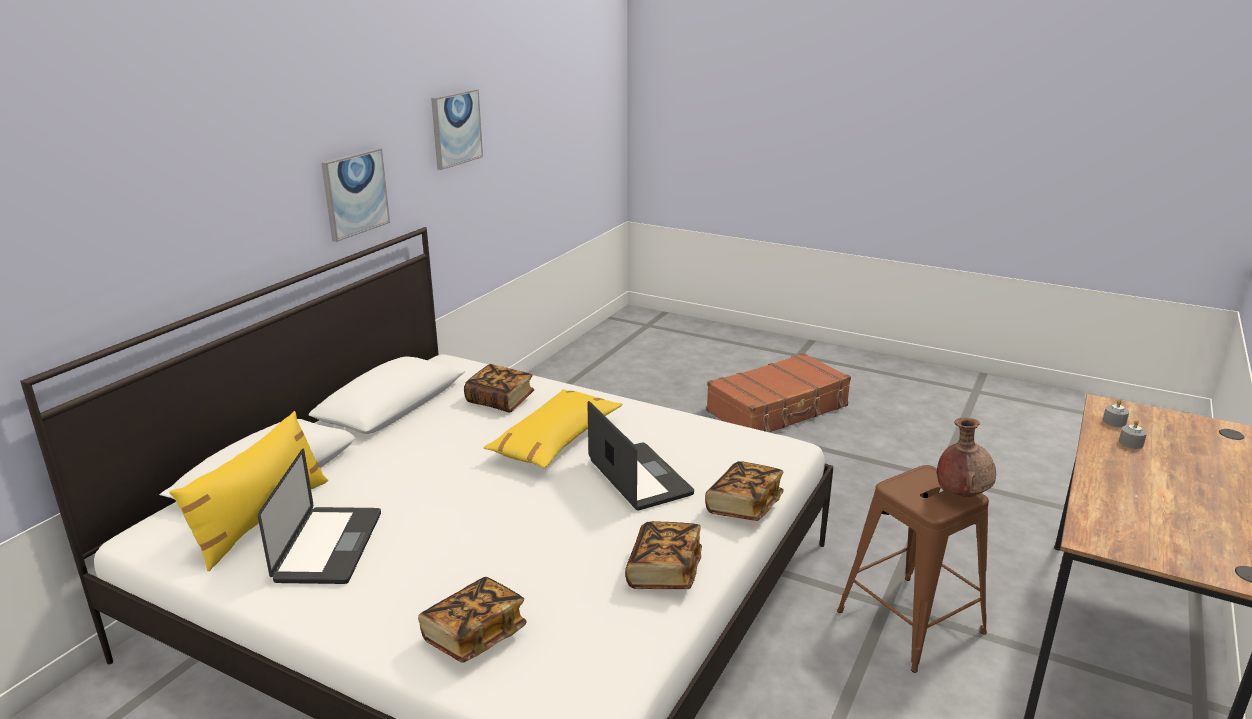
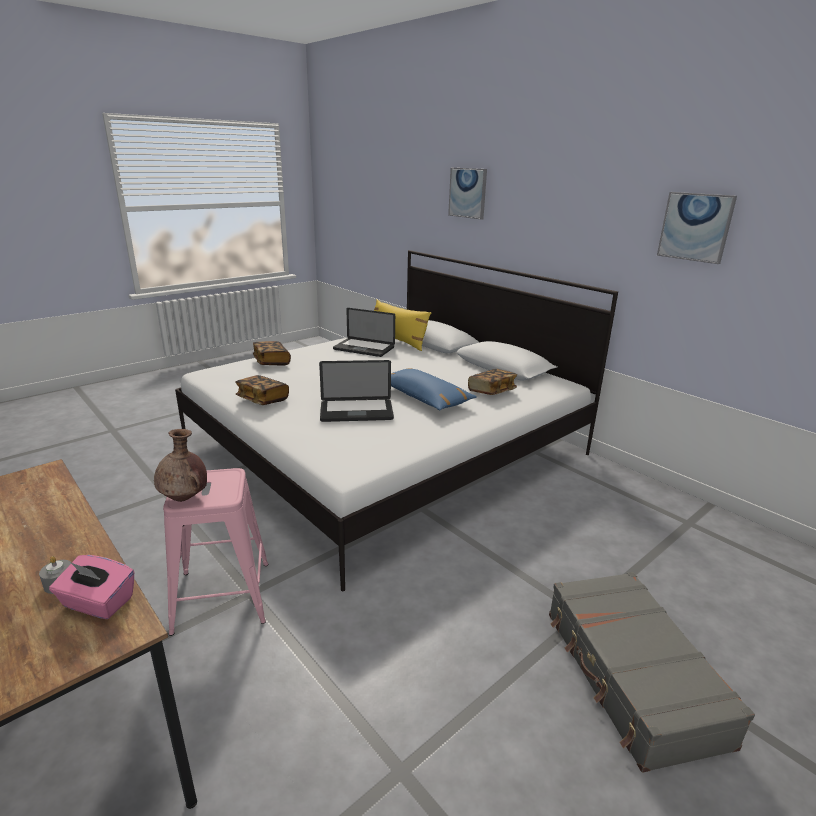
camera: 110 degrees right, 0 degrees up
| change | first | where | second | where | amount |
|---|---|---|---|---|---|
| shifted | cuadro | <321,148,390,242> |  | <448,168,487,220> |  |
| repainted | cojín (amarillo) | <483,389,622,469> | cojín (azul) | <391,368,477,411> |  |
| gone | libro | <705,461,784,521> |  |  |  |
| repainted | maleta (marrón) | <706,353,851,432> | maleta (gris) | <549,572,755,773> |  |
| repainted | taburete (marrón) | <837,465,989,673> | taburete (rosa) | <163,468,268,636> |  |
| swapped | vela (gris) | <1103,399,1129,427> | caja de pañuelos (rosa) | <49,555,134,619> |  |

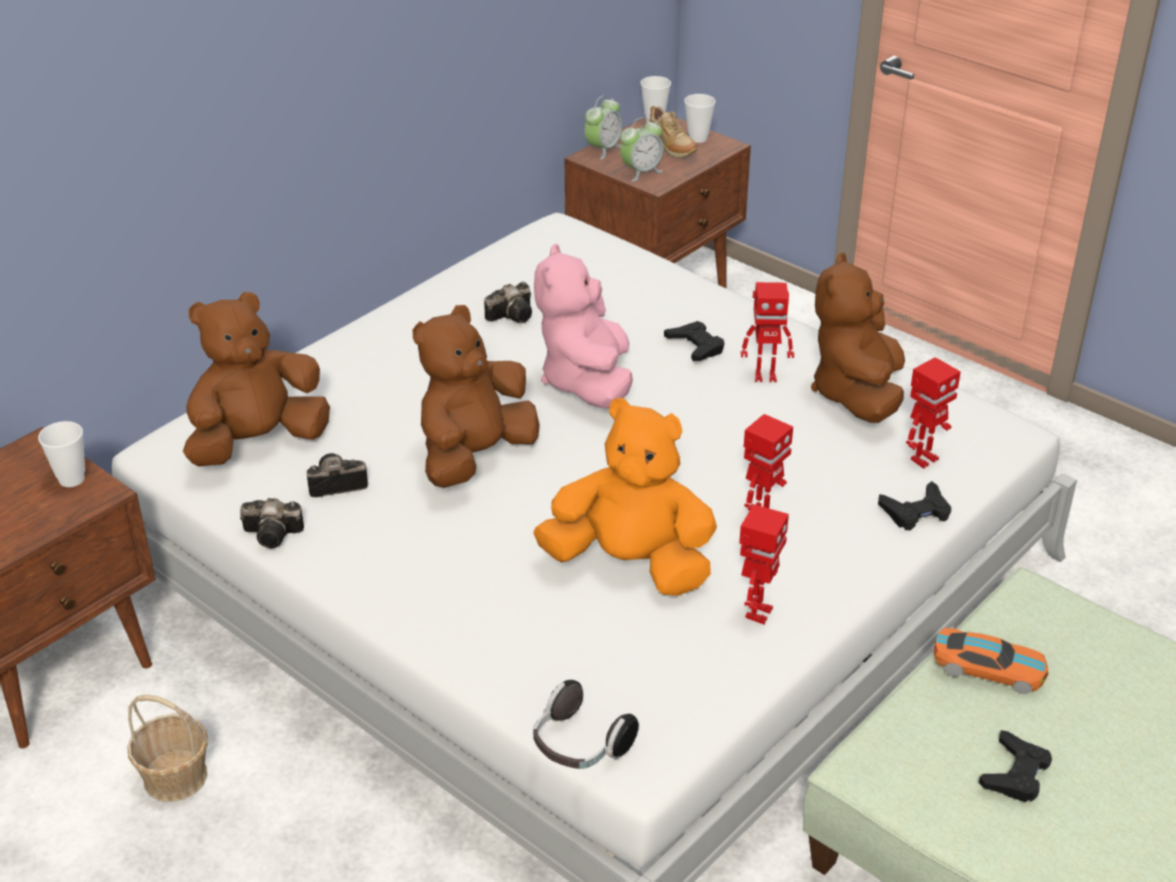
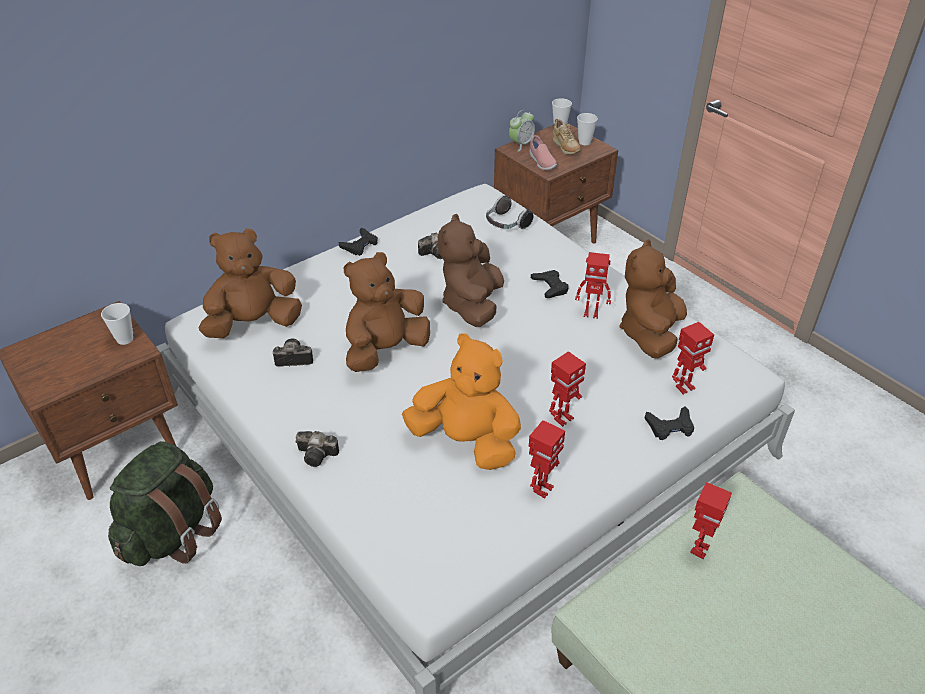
camera: 10 degrees right, 5 degrees up
| change | first | where | second | where | amount |
|---|---|---|---|---|---|
| swapped | cesta | <128,694,208,802> | mochila (verde) | <108,441,222,566> |  |
| shifted | cámara | <240,498,304,548> |  | <296,431,339,467> |  |
| shifted | auriculares | <533,680,639,769> |  | <486,195,534,230> |  |
| repainted | peluche (rosa) | <534,243,633,408> | peluche (marrón) | <438,214,504,327> |  |
| swapped | despertador | <620,117,663,182> | zapato (rosa) | <530,135,557,170> |  |
| swapped | coche de juguete | <934,628,1049,694> | robot de juguete | <690,482,732,560> |  |
| shifted | mando de consola (negro) | <979,730,1052,802> |  | <339,228,378,256> |  |

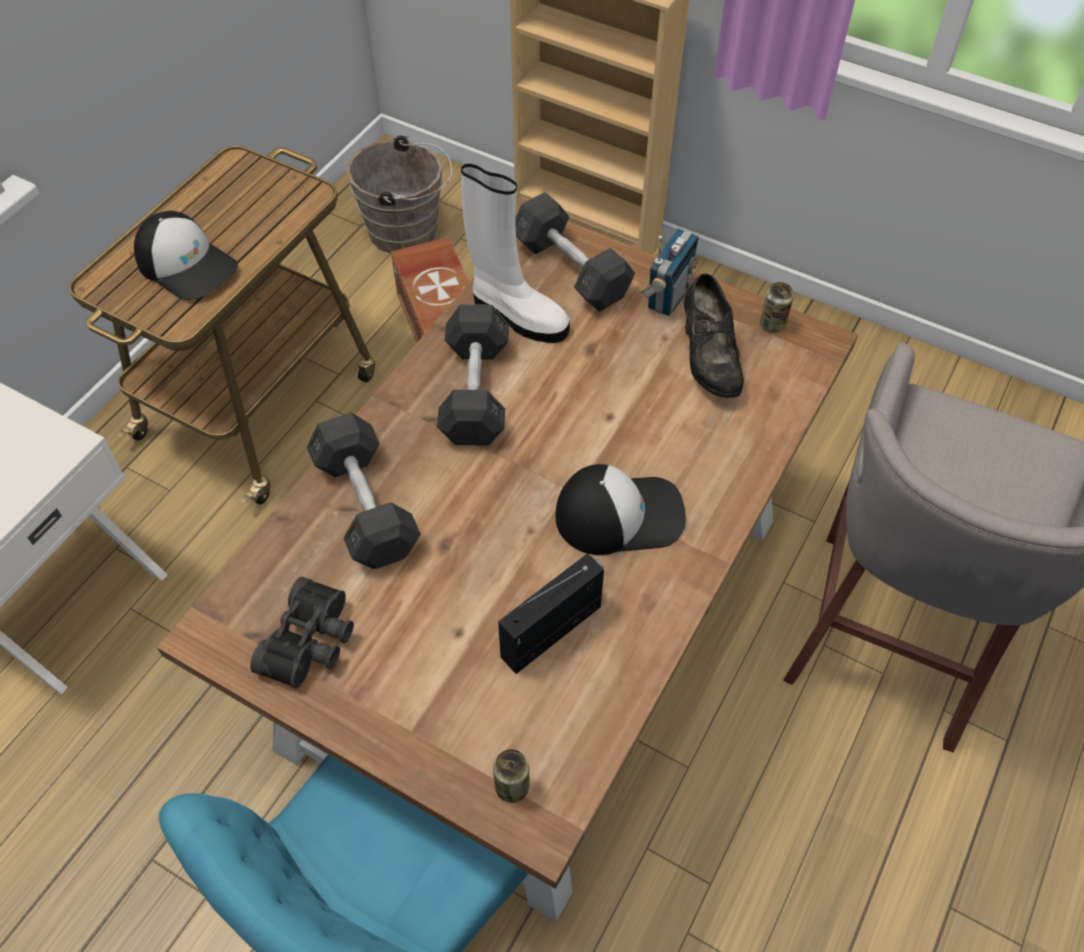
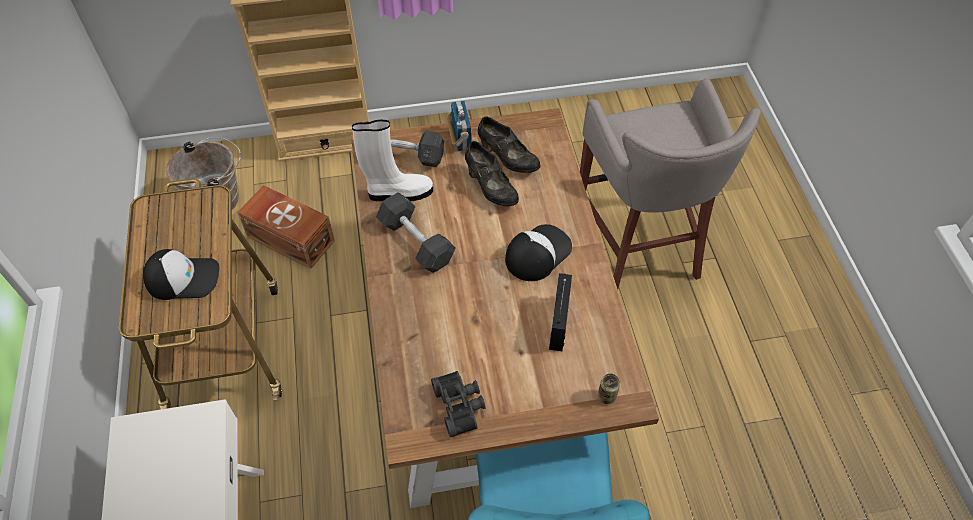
camera: 40 degrees left, 0 degrees up
| change | first | where | second | where | amount |
|---|---|---|---|---|---|
| gone | mancuerna (gris) | <307,412,421,569> |  |  |  |
| gone | lata | <760,282,794,333> |  |  |  |
| new |  |  | zapato (negro) | <465,141,519,206> |  |

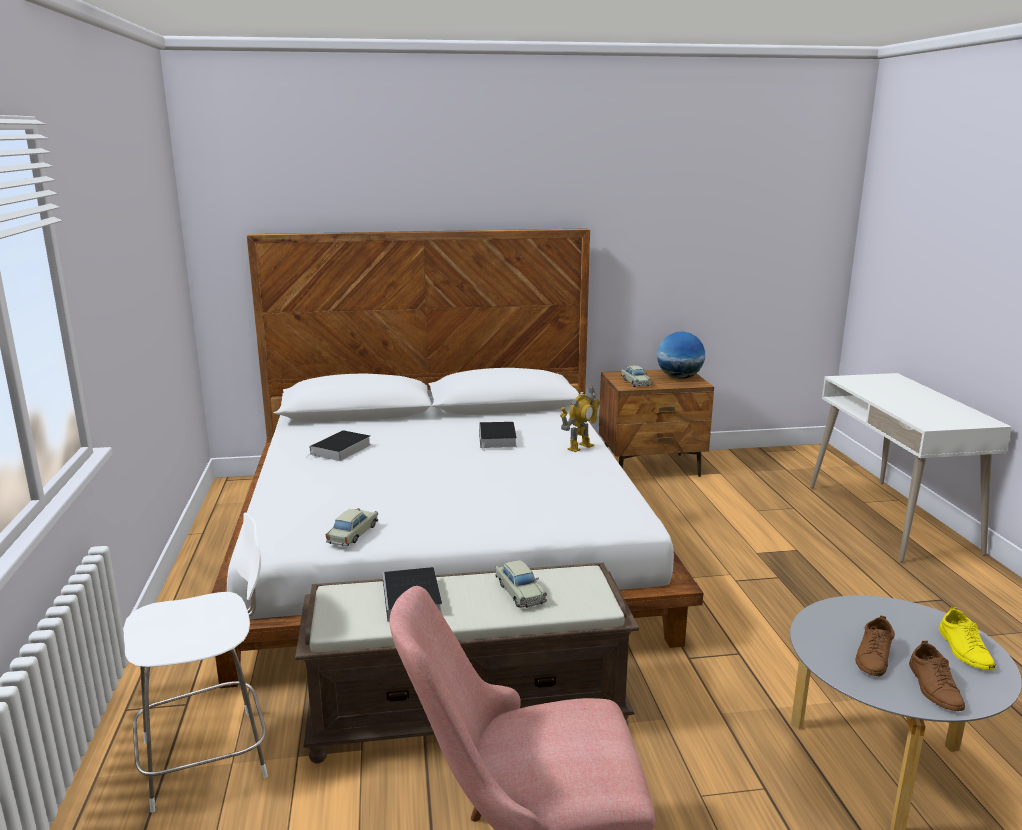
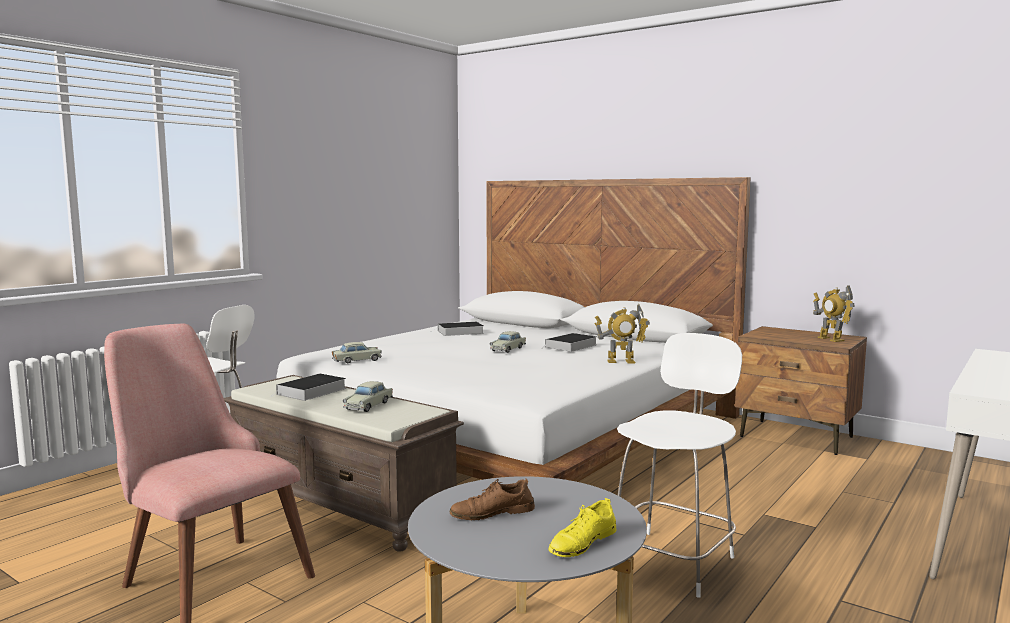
camera: 45 degrees right, 10 degrees down
| change | first | where | second | where | amount |
|---|---|---|---|---|---|
| shifted | coche de juguete (beis) | <621,365,651,387> |  | <490,331,526,353> |  |
| swapped | globo terráqueo | <657,332,705,379> | robot de juguete | <813,285,855,342> |  |
| gone | zapato (marrón) | <909,641,965,711> |  |  |  |
| new |  |  | taburete (blanco) | <617,333,742,598> |  |

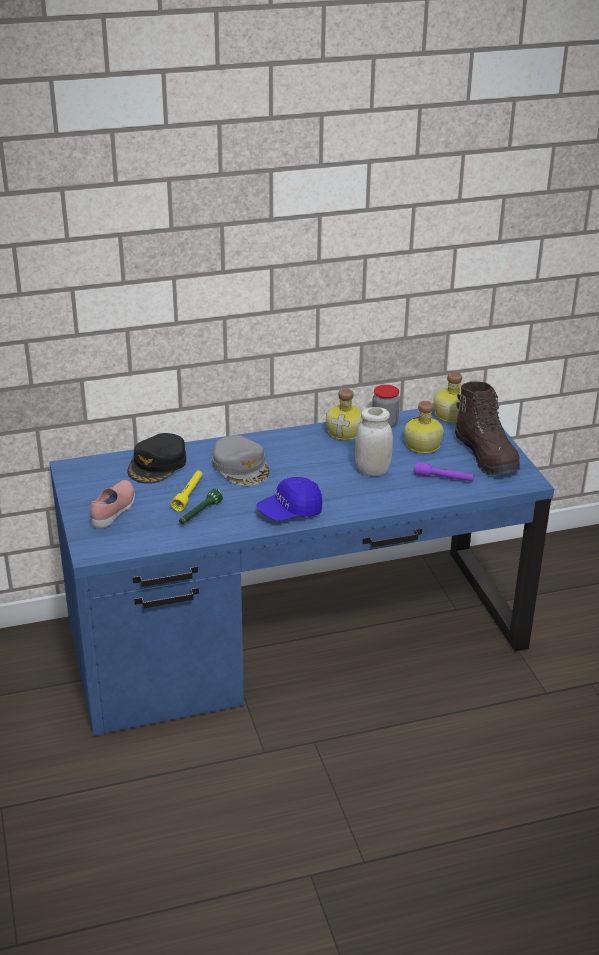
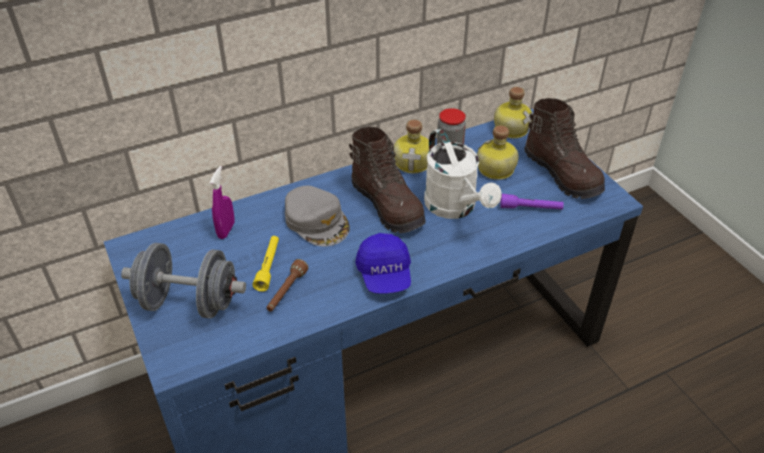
camera: 10 degrees left, 10 degrees up
| change | first | where | second | where | amount |
|---|---|---|---|---|---|
| swapped | zapato (rosa) | <90,480,135,529> | mancuerna (gris) | <121,243,246,318> |  |
| swapped | gorra (negro) | <127,433,186,484> | pulverizador (morado) | <210,166,235,239> |  |
| repainted | linterna (verde) | <179,488,223,524> | linterna (marrón) | <267,259,309,312> |  |
| rotated | gorra (azul) | <256,477,322,521> |  | <355,233,411,294> | 60 degrees counterclockwise |
| swapped | tarro (blanco) | <355,407,393,476> | regadera (blanco) | <424,129,502,219> |  |
| new |  |  | bota (marrón) | <349,127,426,233> |  |

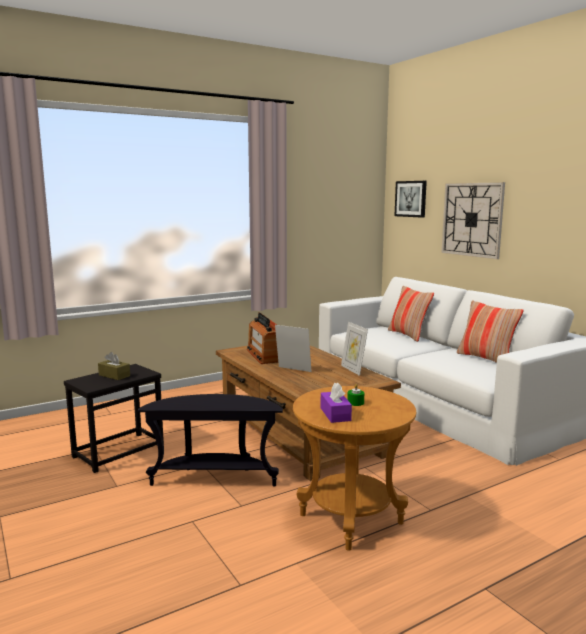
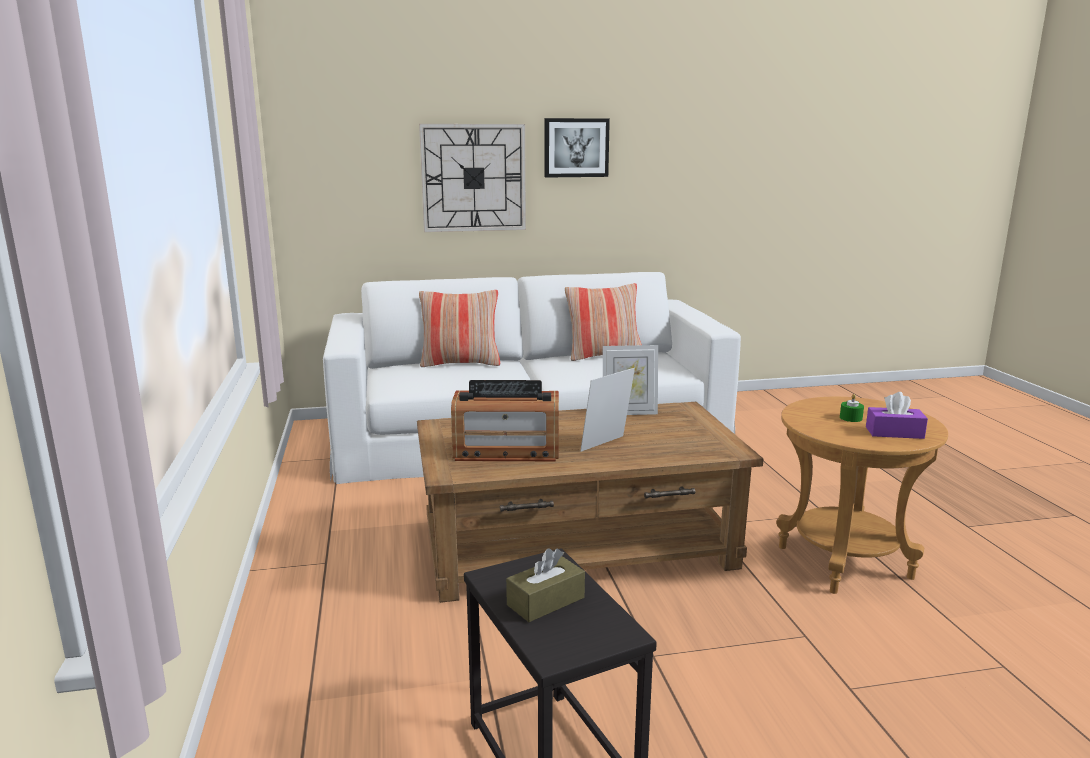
camera: 70 degrees left, 5 degrees up
| change | first | where | second | where | amount |
|---|---|---|---|---|---|
| gone | mesa auxiliar (negro) | <137,394,283,486> |  |  |  |
| shifted | cuadro | <395,181,427,218> |  | <545,118,610,178> |  |

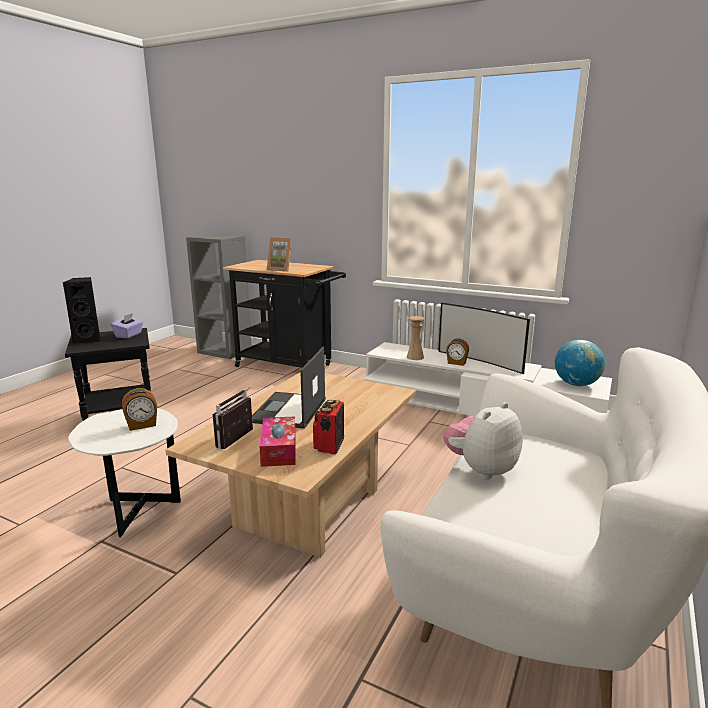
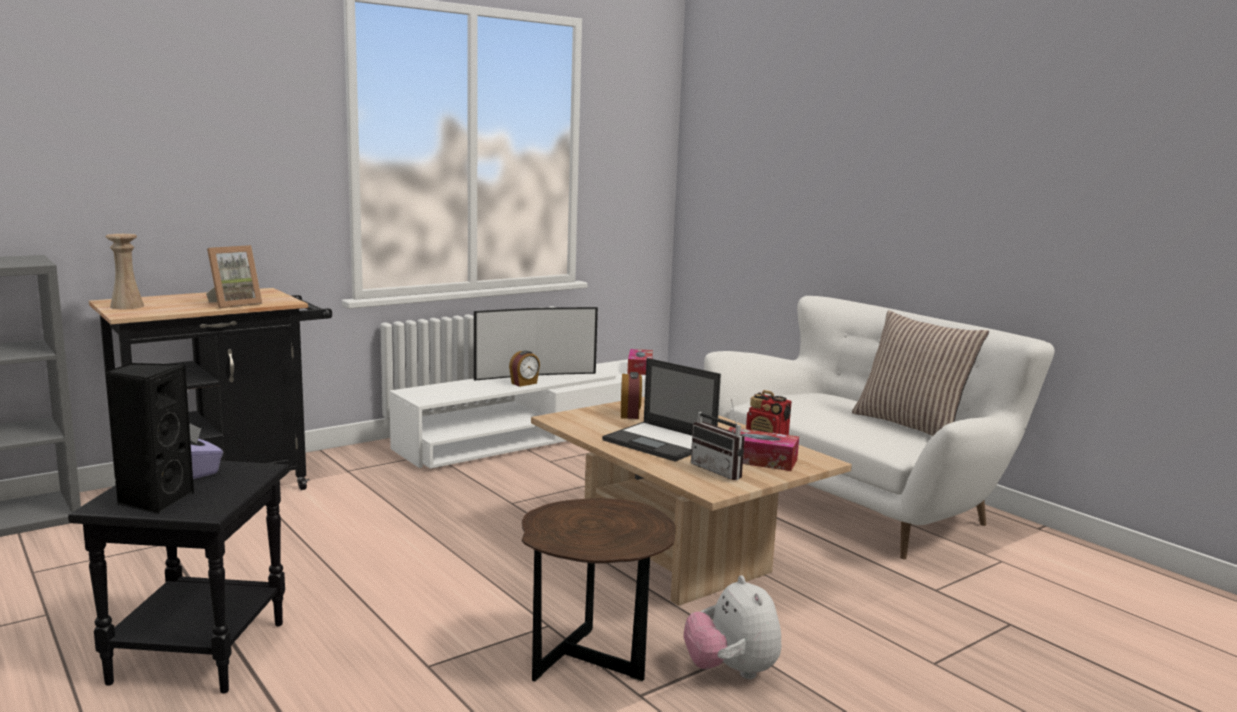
camera: 65 degrees left, 5 degrees down
| change | first | where | second | where | amount |
|---|---|---|---|---|---|
| repainted | mesa auxiliar (blanco) | <68,408,181,538> | mesa auxiliar (marrón) | <522,498,676,682> |  |
| shifted | despertador | <122,388,157,431> |  | <621,372,642,419> |  |
| shifted | florero (beis) | <407,316,425,360> |  | <106,234,144,309> |  |
| shifted | peluche | <443,402,522,480> |  | <684,575,782,679> |  |
| swapped | globo terráqueo | <555,340,605,386> | caja de pañuelos | <627,349,653,375> |  |
| new |  |  | cojín | <852,310,989,436> |  |

